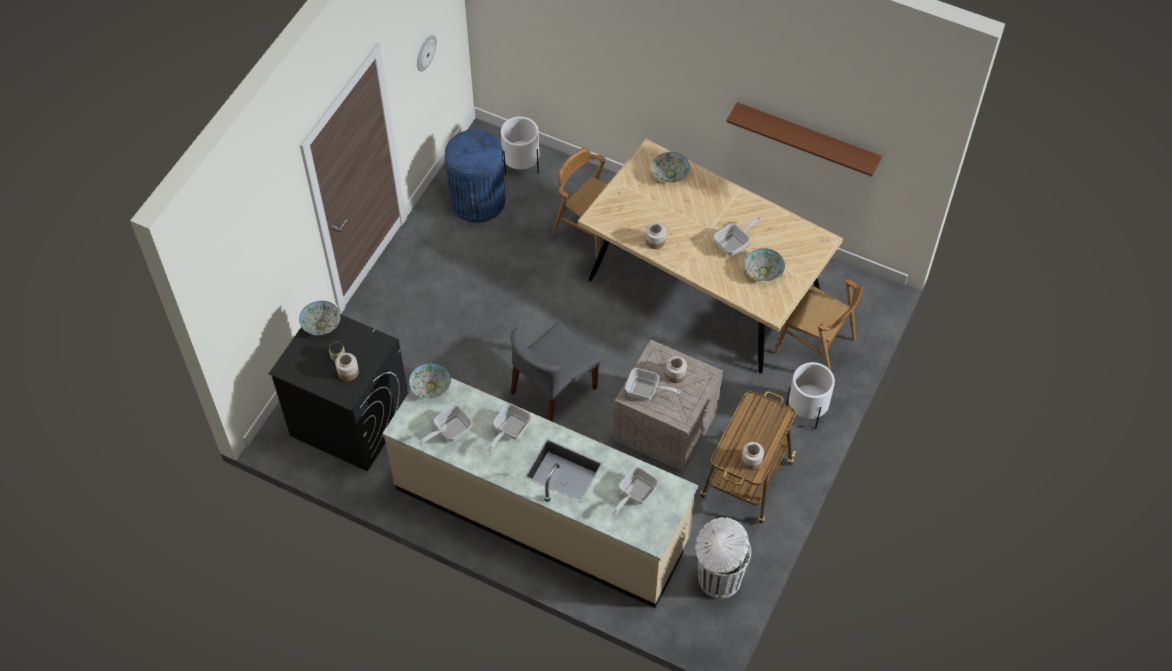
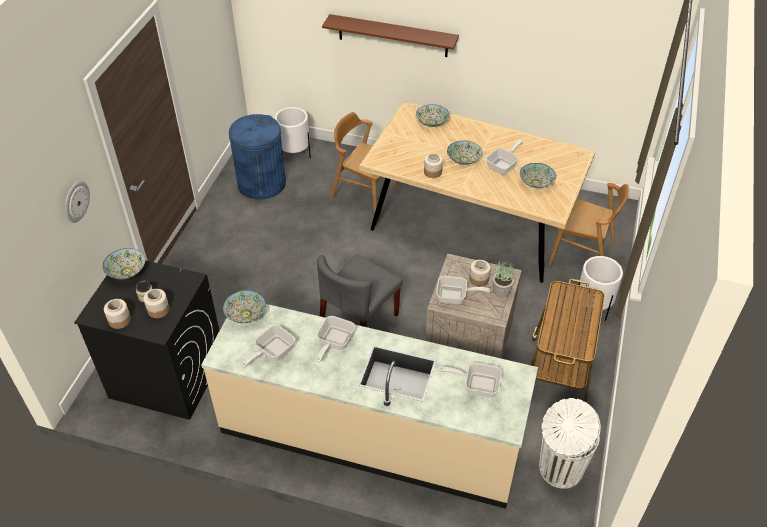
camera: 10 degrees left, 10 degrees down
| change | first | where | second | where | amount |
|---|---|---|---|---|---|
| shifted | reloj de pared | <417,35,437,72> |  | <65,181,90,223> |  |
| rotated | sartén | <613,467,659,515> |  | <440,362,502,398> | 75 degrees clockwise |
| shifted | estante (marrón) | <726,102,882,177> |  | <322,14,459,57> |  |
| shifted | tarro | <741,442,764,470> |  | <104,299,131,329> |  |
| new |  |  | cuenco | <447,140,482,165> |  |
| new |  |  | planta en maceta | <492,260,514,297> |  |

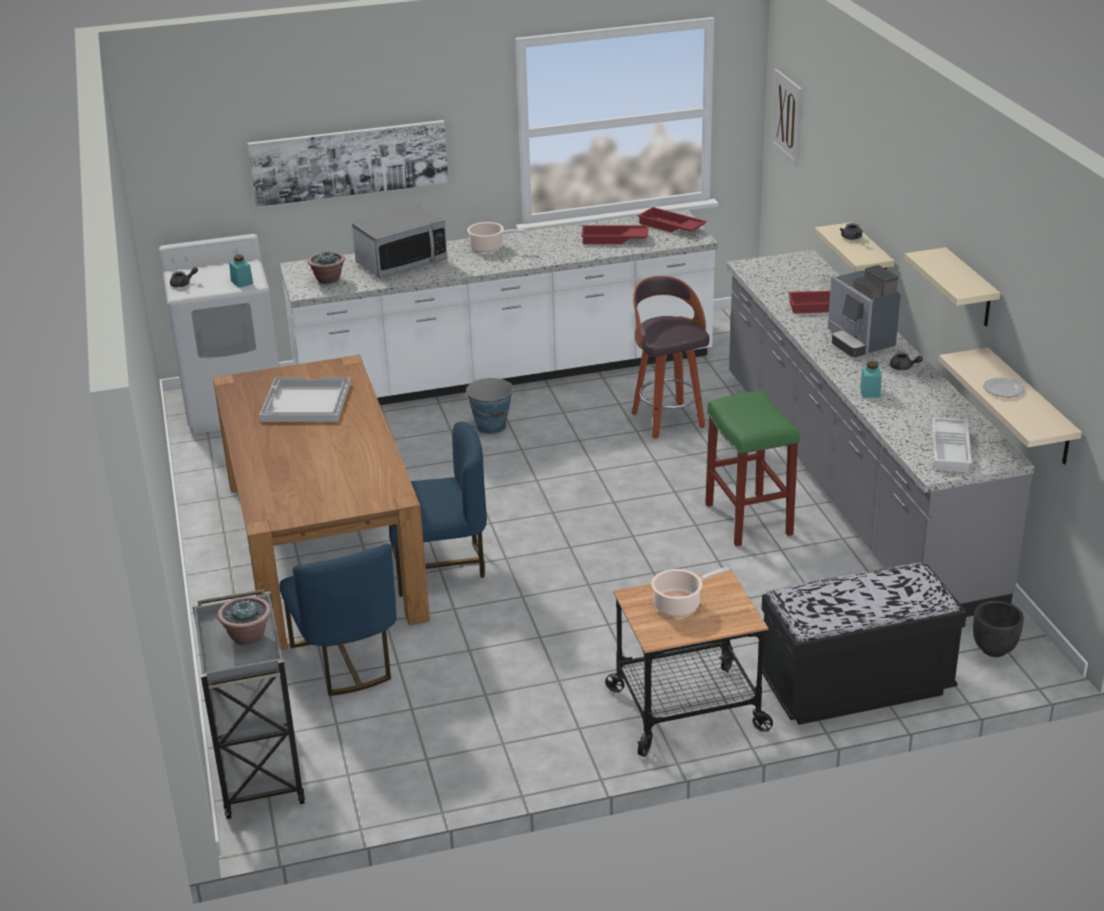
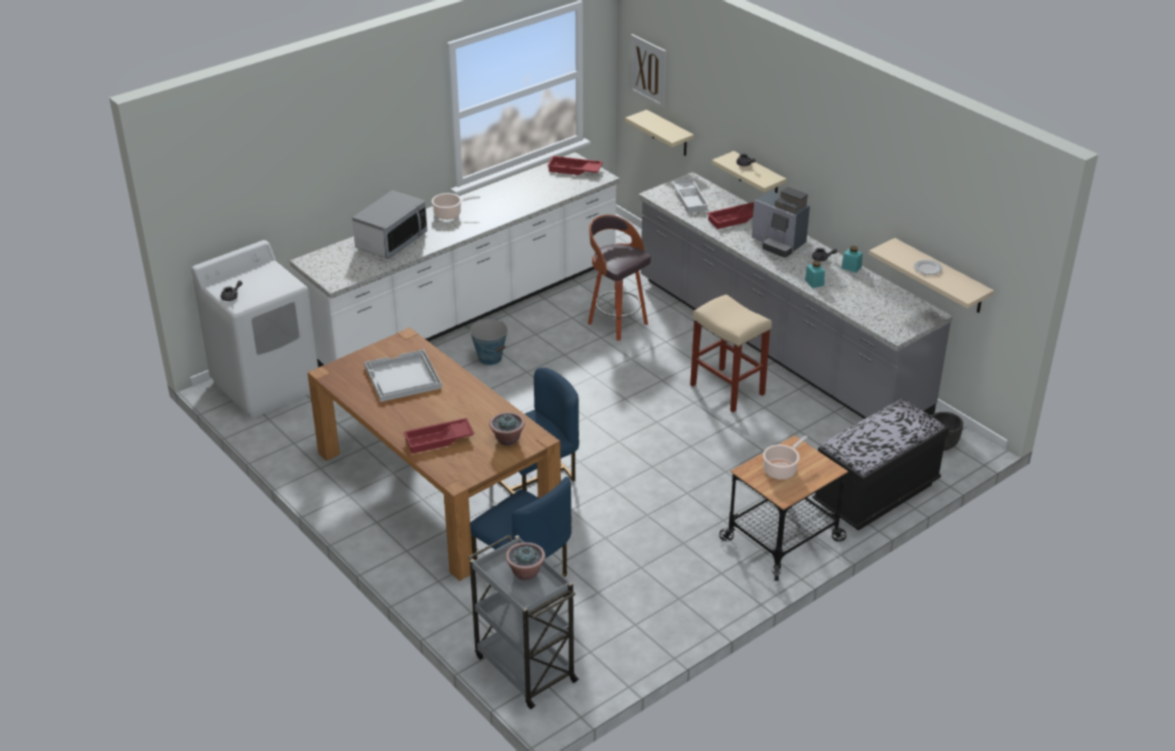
camera: 25 degrees left, 5 degrees up
| change | first | where | second | where | amount |
|---|---|---|---|---|---|
| shifted | tarro (turquesa) | <229,255,253,288> |  | <841,246,863,273> |  |
| gone | cuadro | <248,120,448,207> |  |  |  |
| shifted | planta en maceta | <308,251,345,284> |  | <489,412,525,446> |  |
| shifted | bandeja (rojo) | <581,225,649,244> |  | <404,418,475,454> |  |
| repainted | taburete (verde) | <705,391,800,546> | taburete (beis) | <690,294,772,412> |  |
| shifted | estante (beis) | <904,247,1000,326> |  | <625,110,694,156> |  |
| shifted | bandeja (blanco) | <932,417,972,472> |  | <672,179,709,213> |  |

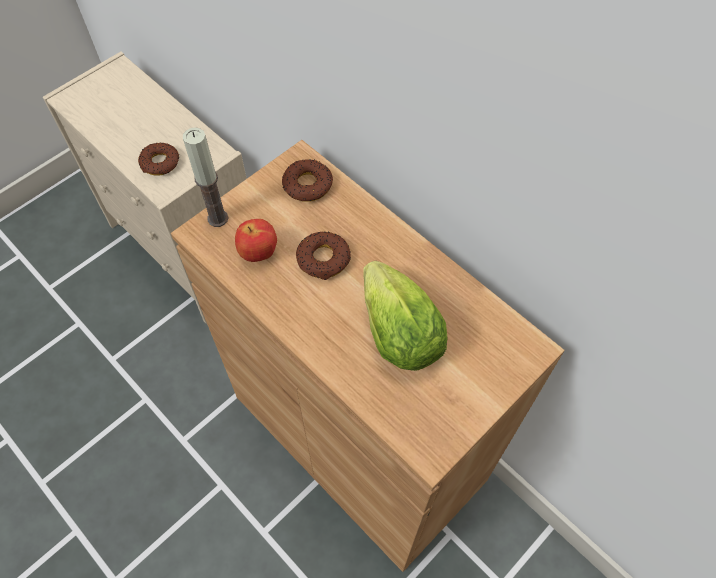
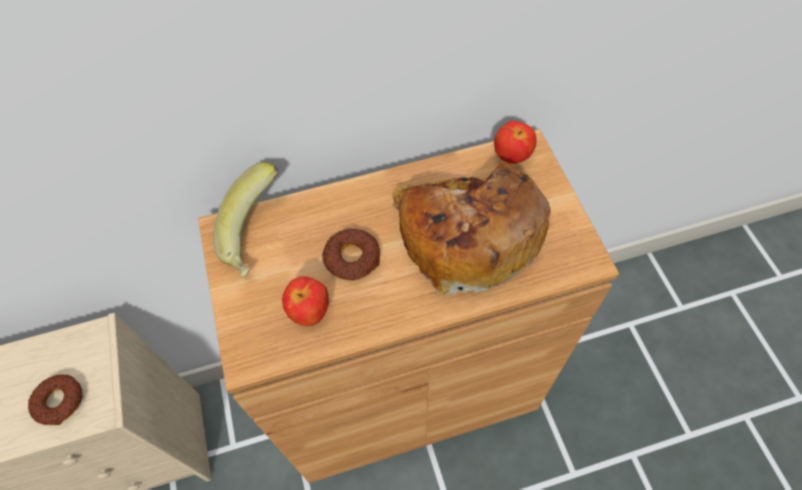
camera: 60 degrees left, 0 degrees up
| change | first | where | second | where | amount |
|---|---|---|---|---|---|
| gone | vela | <183,127,229,227> |  |  |  |
| swapped | rosquilla | <282,159,333,202> | plátano | <213,162,279,278> |  |
| swapped | lechuga | <363,261,448,371> | pan | <392,162,551,295> |  |
| new |  |  | manzana | <494,121,537,164> |  |

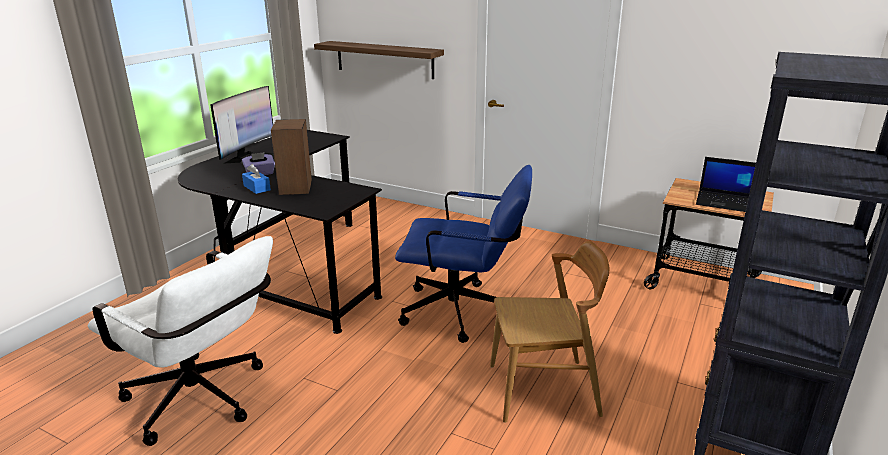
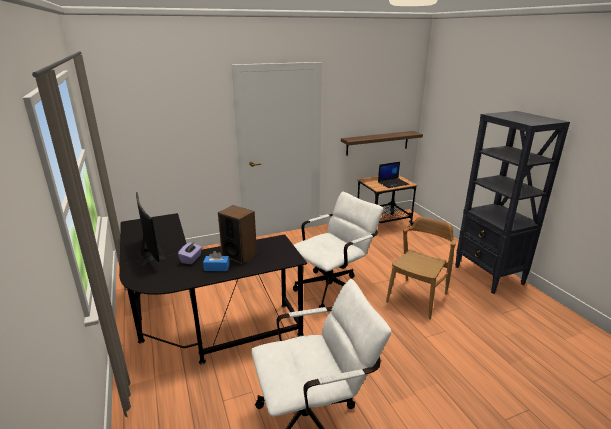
camera: 50 degrees left, 0 degrees up
| change | first | where | second | where | amount |
|---|---|---|---|---|---|
| shifted | estante | <314,41,444,79> |  | <341,131,423,156> |  |
| repainted | silla de oficina (azul) | <395,165,532,343> | silla de oficina (blanco) | <293,192,383,308> |  |

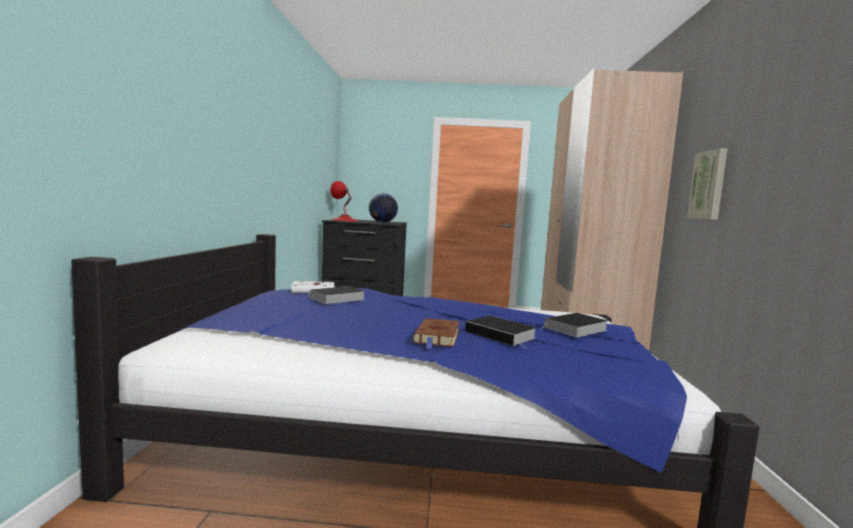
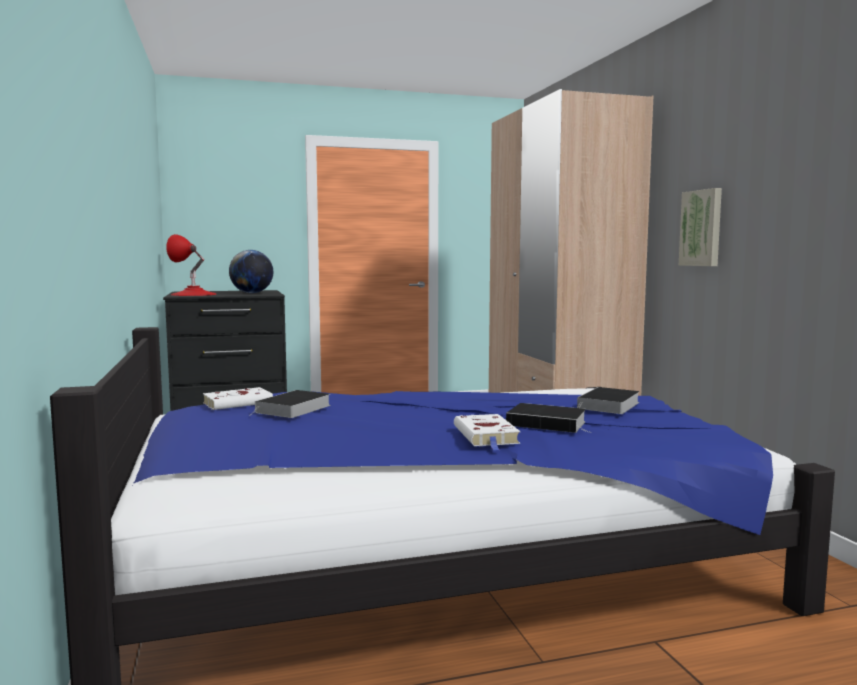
camera: 20 degrees left, 0 degrees up
| change | first | where | second | where | amount |
|---|---|---|---|---|---|
| repainted | libro (marrón) | <413,318,460,349> | libro (blanco) | <454,414,520,450> |  |

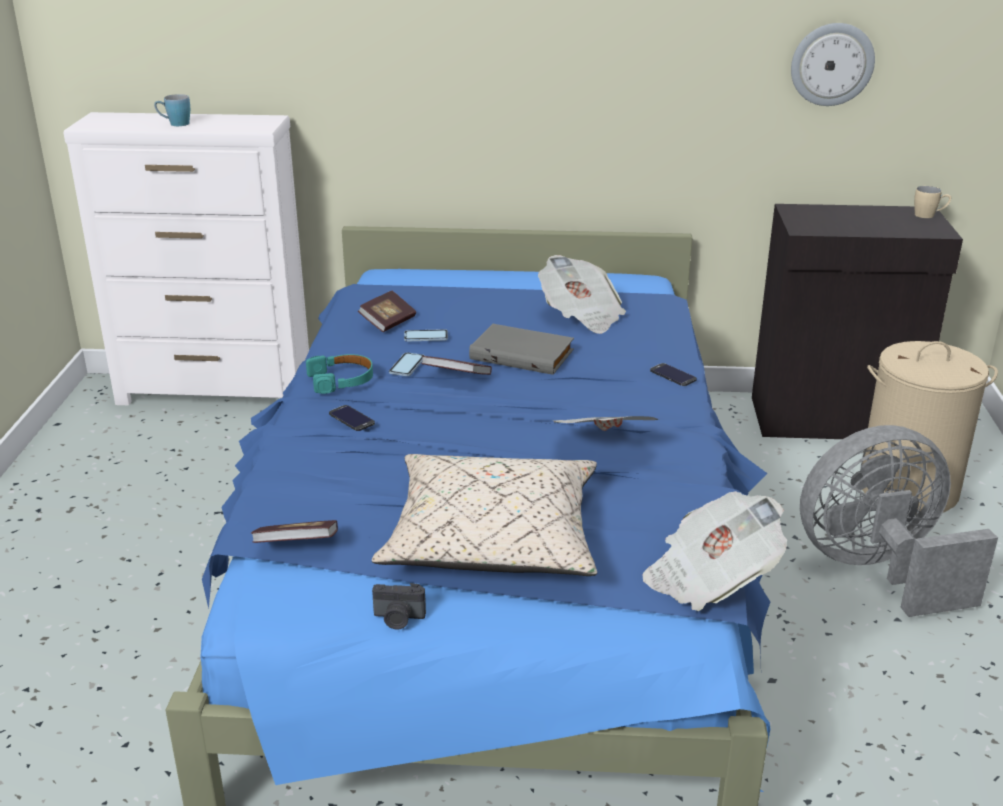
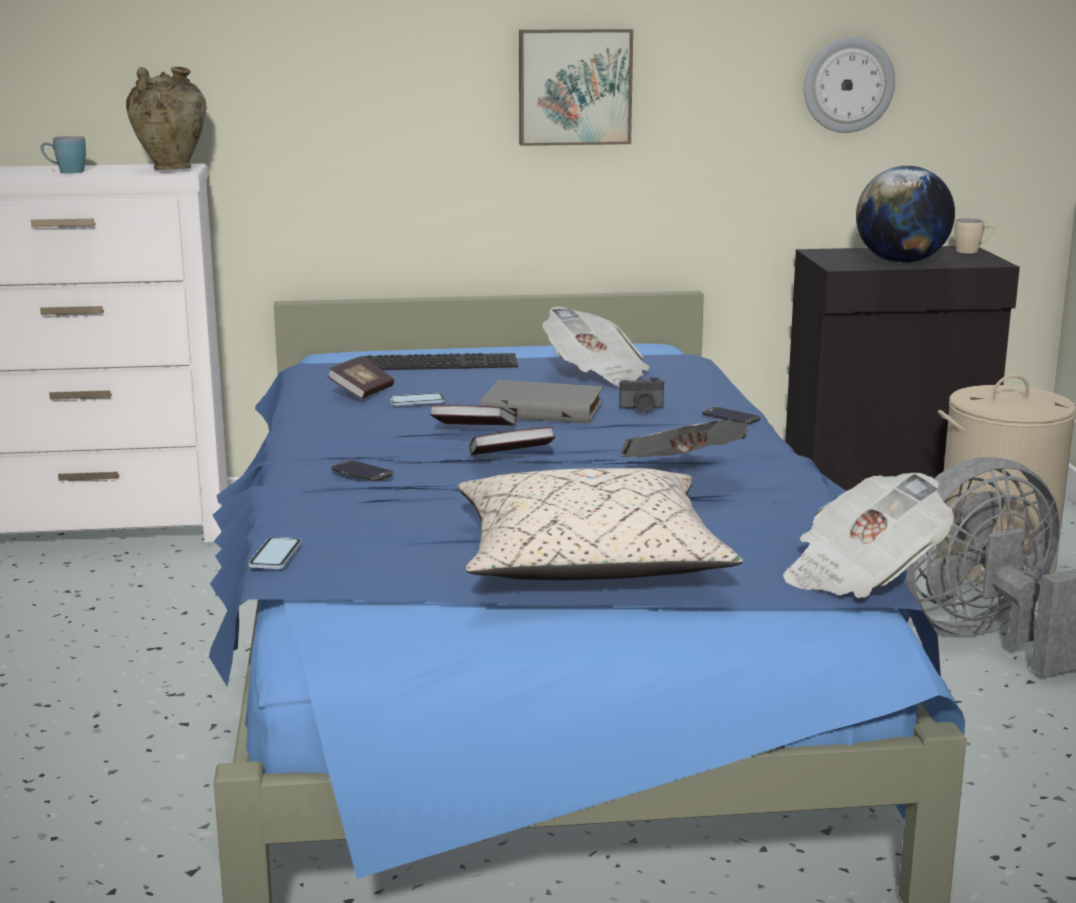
camera: 10 degrees left, 10 degrees down
| change | first | where | second | where | amount |
|---|---|---|---|---|---|
| shifted | libro | <251,520,338,543> |  | <469,427,555,455> |  |
| gone | auriculares (turquesa) | <306,354,373,394> |  |  |  |
| shifted | cámara | <372,583,426,630> |  | <619,377,664,413> |  |
| shifted | móvil | <389,352,425,376> |  | <248,537,302,569> |  |
| new |  |  | florero (beis) | <126,67,207,170> |  |
| new |  |  | teclado | <362,353,518,370> |  |
| new |  |  | cuadro | <519,29,633,146> |  |
| new |  |  | globo terráqueo | <856,166,955,264> |  |

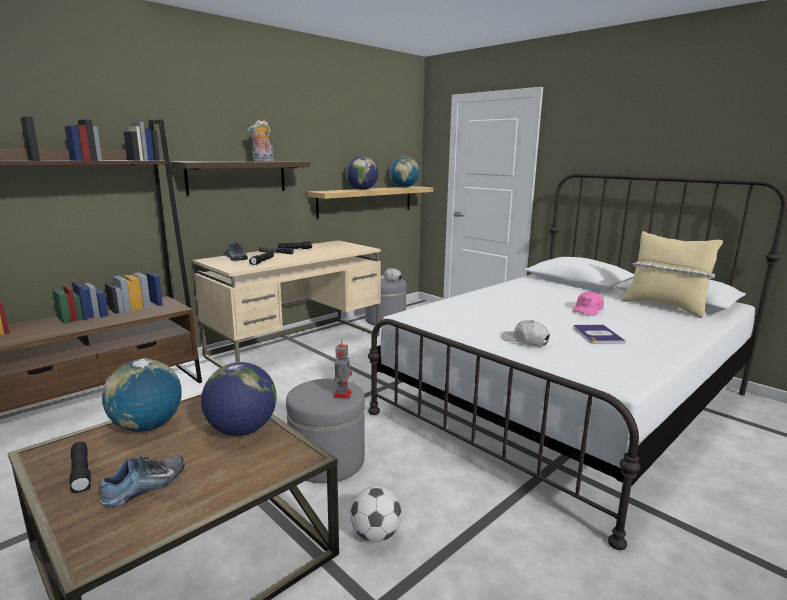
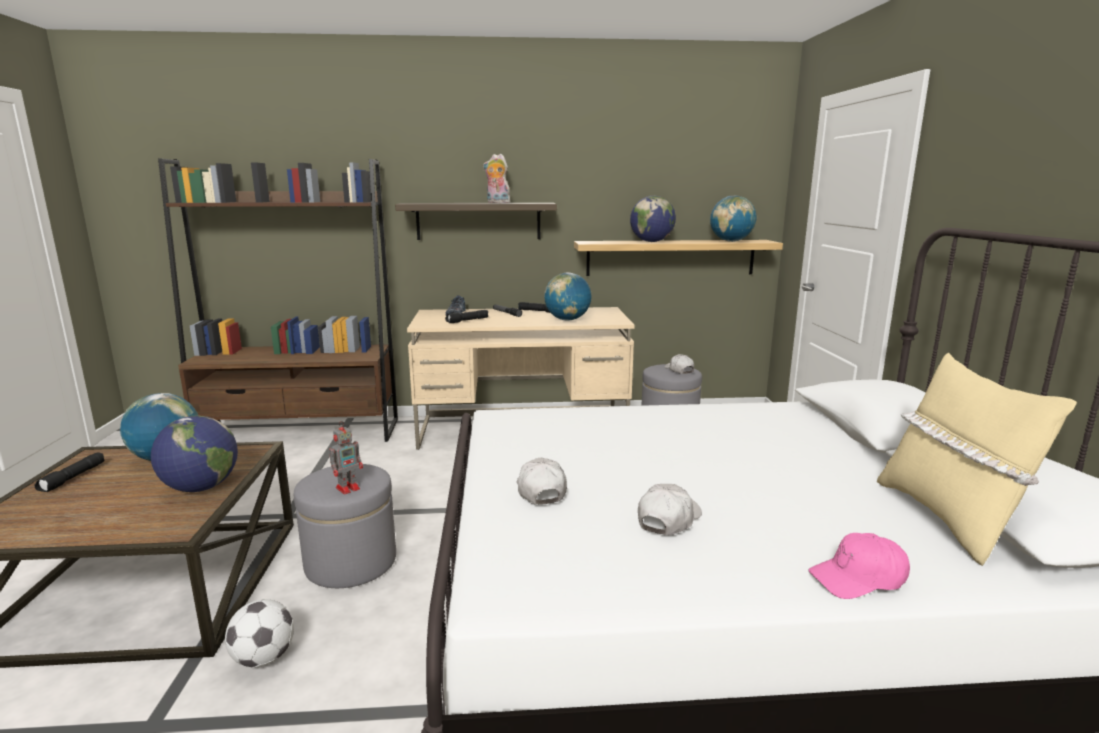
camera: 40 degrees right, 0 degrees up
| change | first | where | second | where | amount |
|---|---|---|---|---|---|
| gone | zapato | <100,455,185,507> |  |  |  |
| shifted | gorra (rosa) | <572,291,604,316> |  | <808,533,910,599> |  |
| swapped | libro | <573,325,626,344> | gorra (blanco) | <638,484,702,535> |  |
| new |  |  | globo terráqueo | <544,272,592,321> |  |

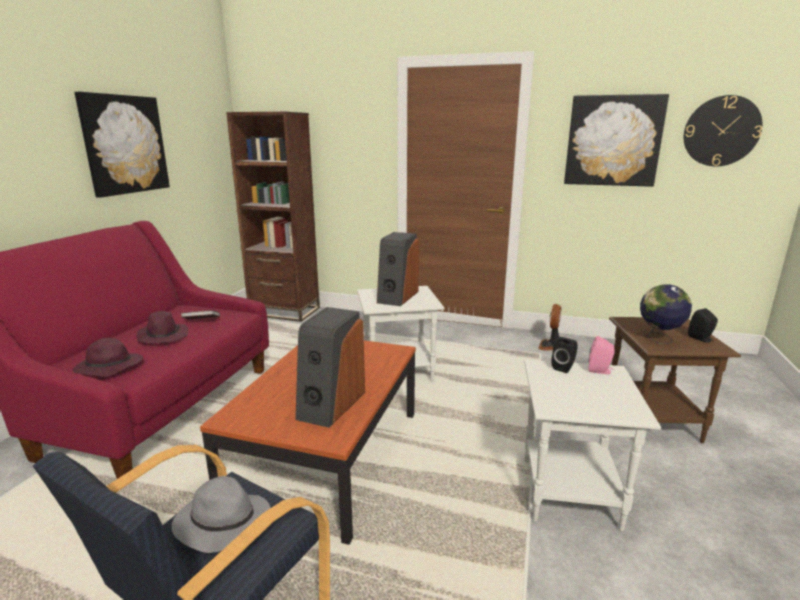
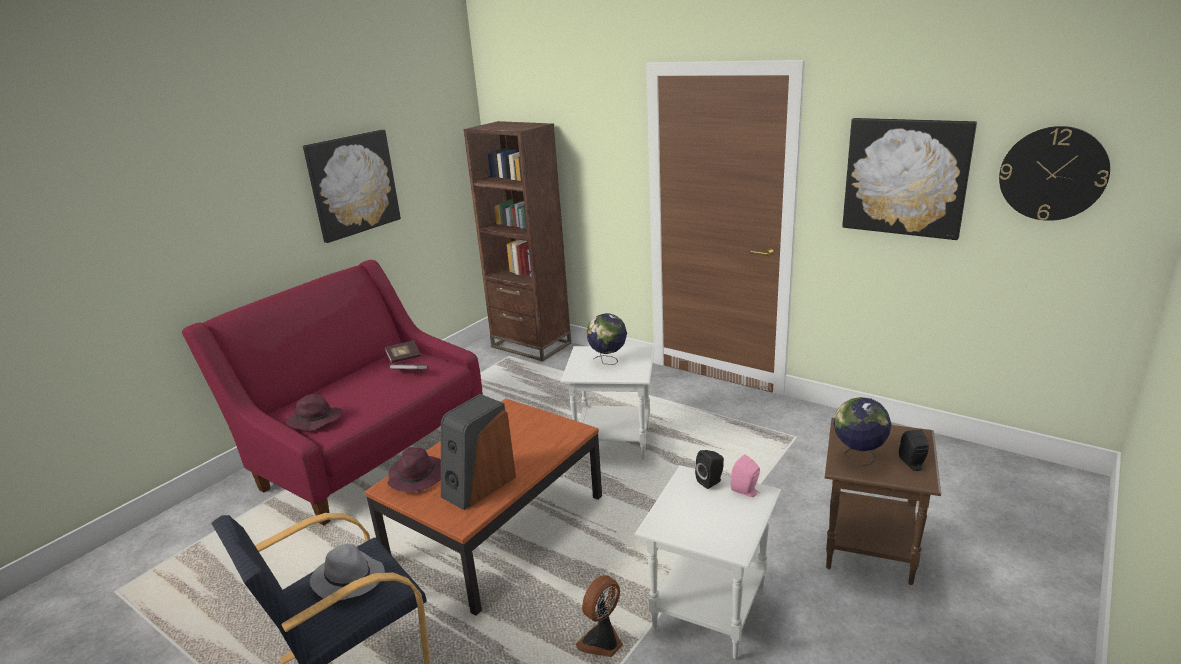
camera: 20 degrees right, 5 degrees up
| change | first | where | second | where | amount |
|---|---|---|---|---|---|
| shifted | sombrero (morado) | <136,311,188,343> |  | <388,447,441,492> |  |
| swapped | altavoz | <377,232,419,306> | globo terráqueo | <586,313,627,365> |  |
| shifted | ventilador | <538,304,561,351> |  | <576,575,623,657> |  |
| new |  |  | libro | <385,341,421,363> |  |

